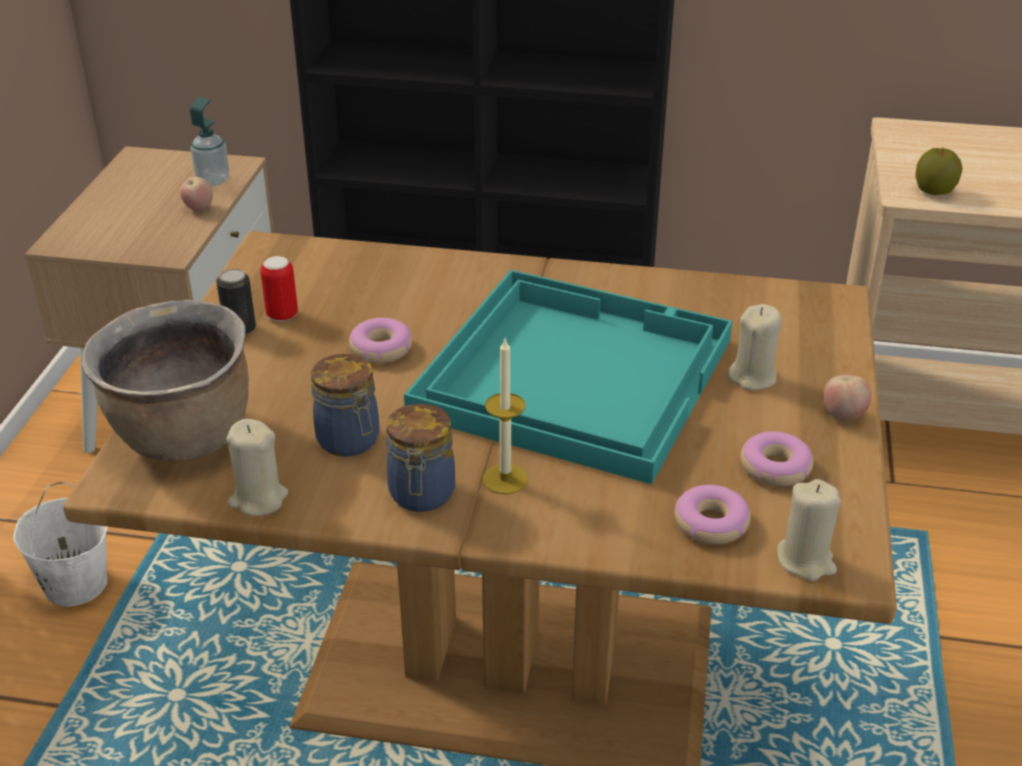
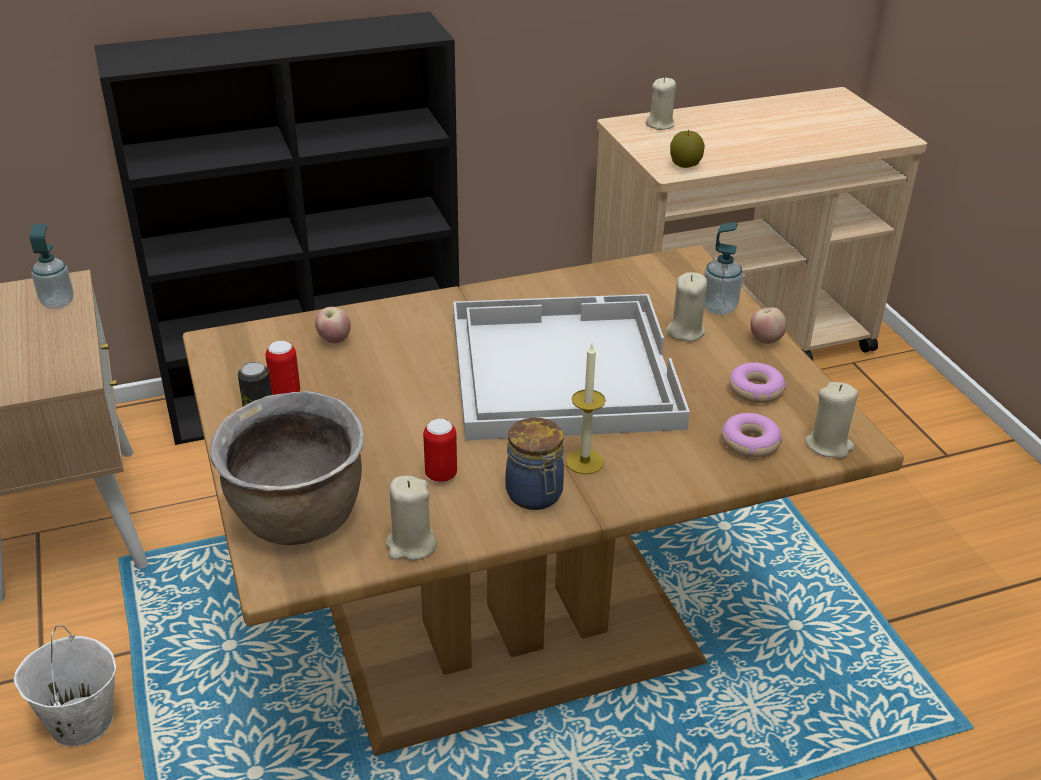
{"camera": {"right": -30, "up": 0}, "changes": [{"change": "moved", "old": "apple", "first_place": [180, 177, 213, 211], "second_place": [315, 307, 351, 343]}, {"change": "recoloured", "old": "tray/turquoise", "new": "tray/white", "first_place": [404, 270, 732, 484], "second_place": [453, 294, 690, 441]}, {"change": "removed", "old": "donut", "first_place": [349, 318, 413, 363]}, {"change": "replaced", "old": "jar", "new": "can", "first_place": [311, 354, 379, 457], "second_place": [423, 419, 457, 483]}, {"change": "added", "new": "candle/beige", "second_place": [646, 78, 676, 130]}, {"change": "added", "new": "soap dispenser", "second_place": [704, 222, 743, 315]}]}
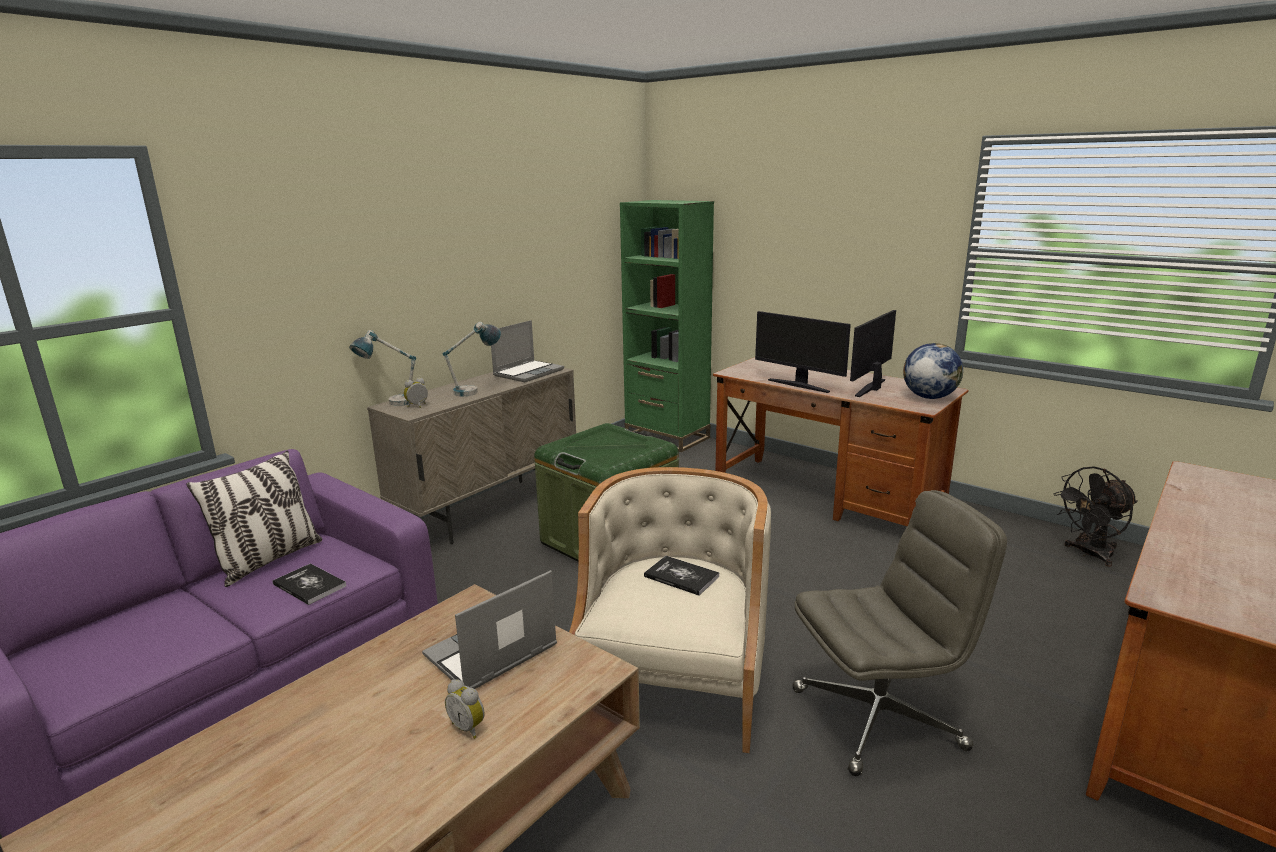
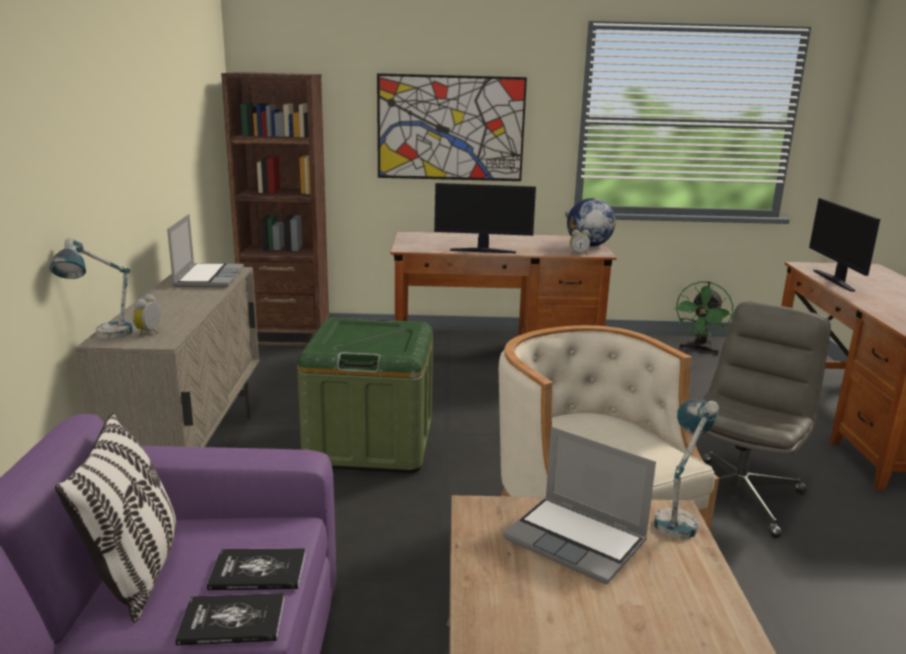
{"camera": {"right": -40, "up": 0}, "changes": [{"change": "recoloured", "old": "bookcase/green", "new": "bookcase/brown", "first_place": [620, 200, 714, 452], "second_place": [221, 72, 329, 346]}, {"change": "moved", "old": "monitor", "first_place": [850, 310, 896, 397], "second_place": [809, 198, 880, 291]}, {"change": "moved", "old": "table lamp", "first_place": [443, 322, 501, 396], "second_place": [654, 399, 719, 539]}, {"change": "recoloured", "old": "fan/black", "new": "fan/green", "first_place": [1053, 466, 1138, 567], "second_place": [674, 281, 733, 355]}, {"change": "moved", "old": "book", "first_place": [644, 556, 719, 596], "second_place": [175, 593, 284, 646]}, {"change": "turned", "old": "laptop", "first_place": [422, 570, 557, 689], "second_place": [503, 426, 656, 584], "degrees": -60}, {"change": "moved", "old": "alarm clock", "first_place": [445, 679, 485, 739], "second_place": [570, 230, 590, 255]}, {"change": "added", "new": "picture", "second_place": [377, 73, 527, 181]}]}
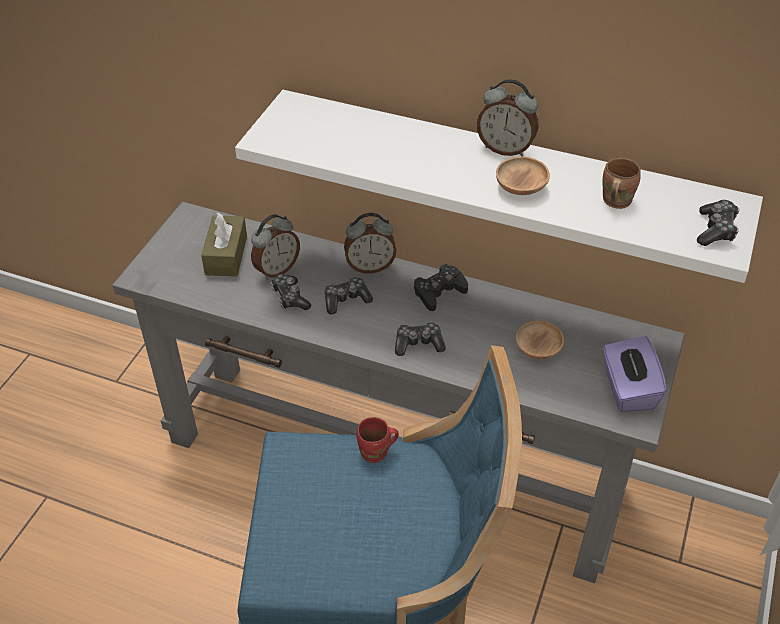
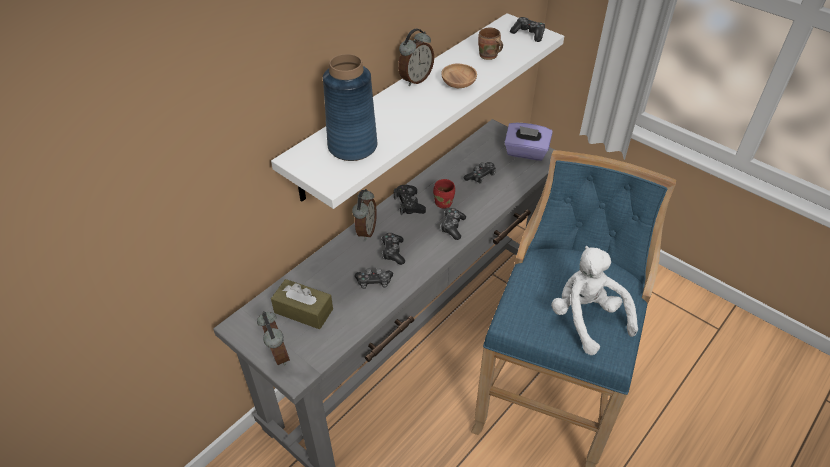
{"camera": {"right": -70, "up": 0}, "changes": [{"change": "moved", "old": "alarm clock", "first_place": [251, 214, 300, 280], "second_place": [257, 311, 290, 366]}, {"change": "replaced", "old": "bowl/brown", "new": "game controller", "first_place": [516, 321, 564, 359], "second_place": [464, 162, 496, 183]}, {"change": "moved", "old": "mug/red", "first_place": [356, 417, 399, 463], "second_place": [433, 179, 455, 209]}, {"change": "added", "new": "vase/blue", "second_place": [323, 54, 377, 161]}, {"change": "added", "new": "plush toy/white", "second_place": [551, 246, 638, 355]}]}
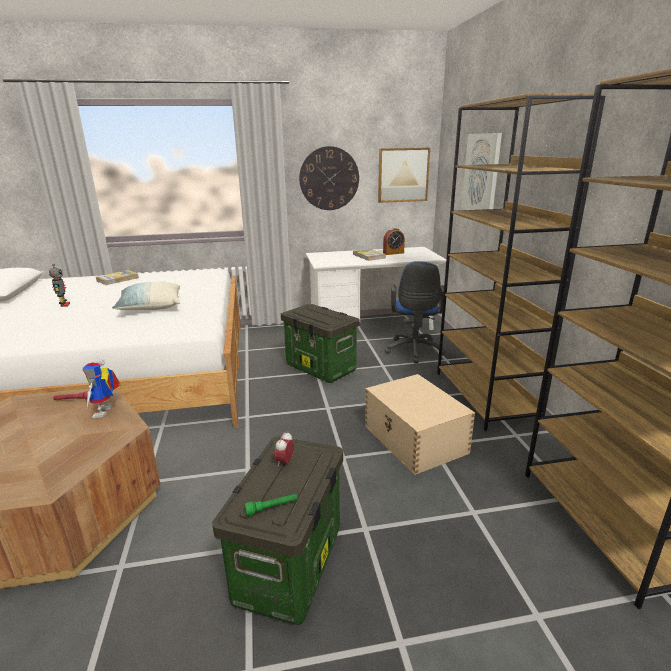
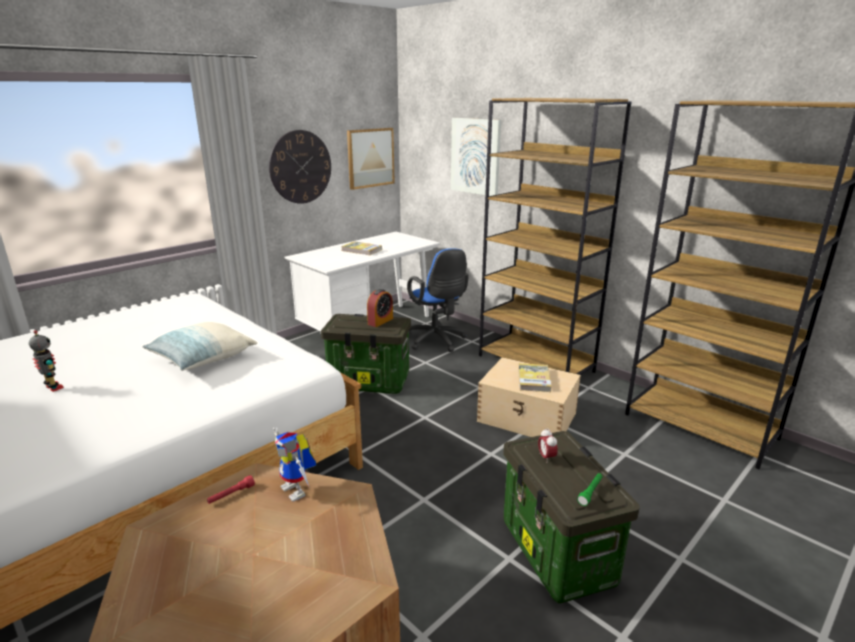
{"camera": {"right": -35, "up": 0}, "changes": [{"change": "moved", "old": "alarm clock", "first_place": [383, 228, 405, 255], "second_place": [367, 289, 393, 327]}, {"change": "moved", "old": "book", "first_place": [96, 270, 139, 285], "second_place": [518, 363, 551, 392]}]}
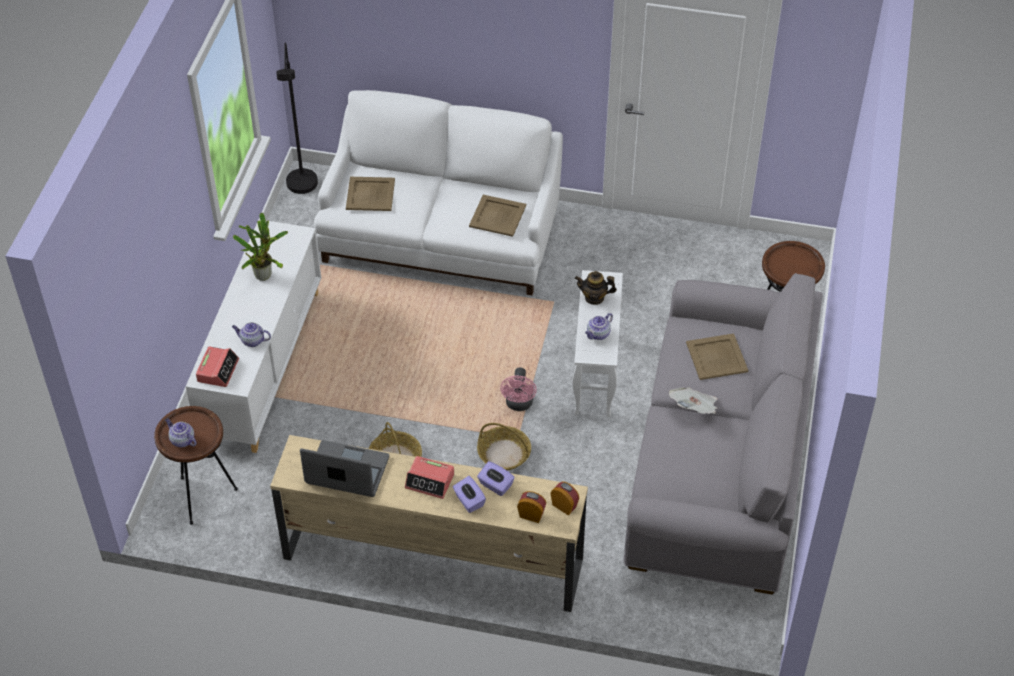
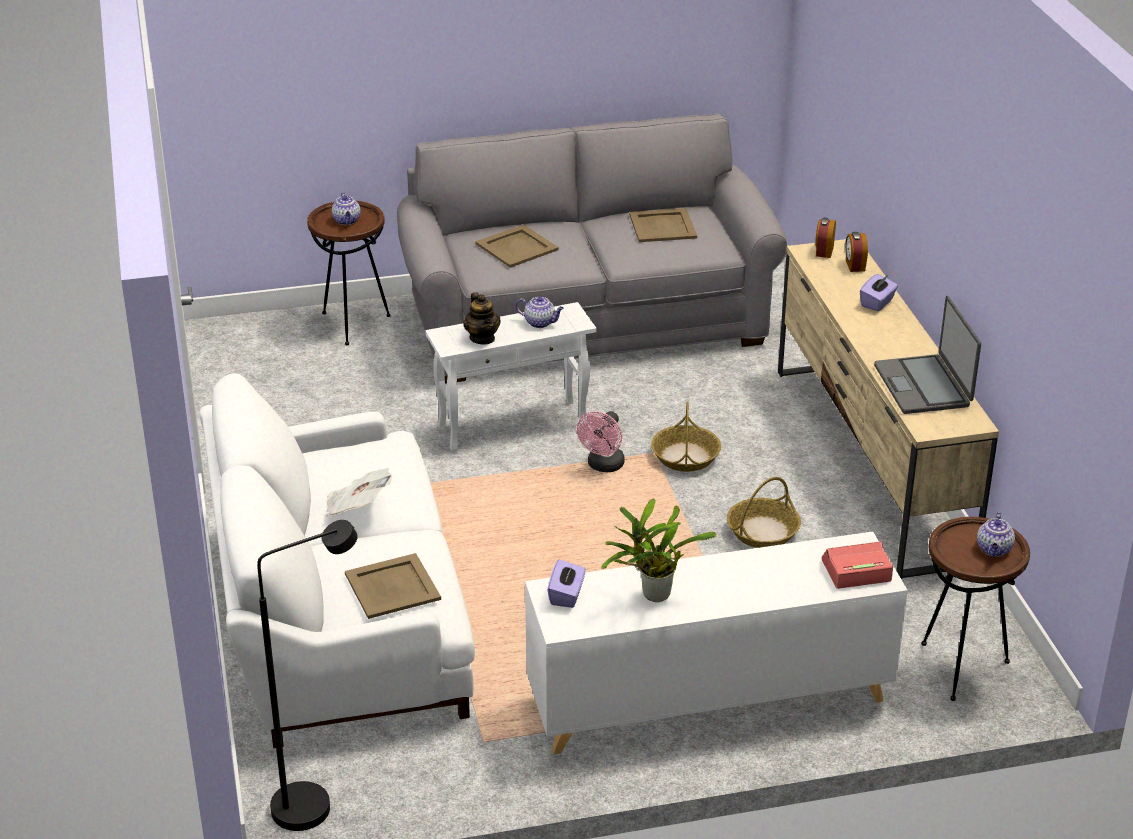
{"camera": {"right": -115, "up": -15}, "changes": [{"change": "moved", "old": "tray/beige", "first_place": [469, 195, 526, 237], "second_place": [629, 208, 697, 242]}, {"change": "moved", "old": "teapot", "first_place": [232, 322, 271, 347], "second_place": [332, 192, 361, 225]}, {"change": "turned", "old": "fan/pink", "first_place": [500, 367, 537, 411], "second_place": [577, 411, 625, 472], "degrees": 135}, {"change": "moved", "old": "newspaper", "first_place": [669, 387, 717, 414], "second_place": [325, 468, 392, 517]}, {"change": "removed", "old": "alarm clock", "first_place": [405, 456, 454, 499]}, {"change": "moved", "old": "tissue box/purple", "first_place": [477, 461, 515, 496], "second_place": [548, 559, 586, 608]}]}
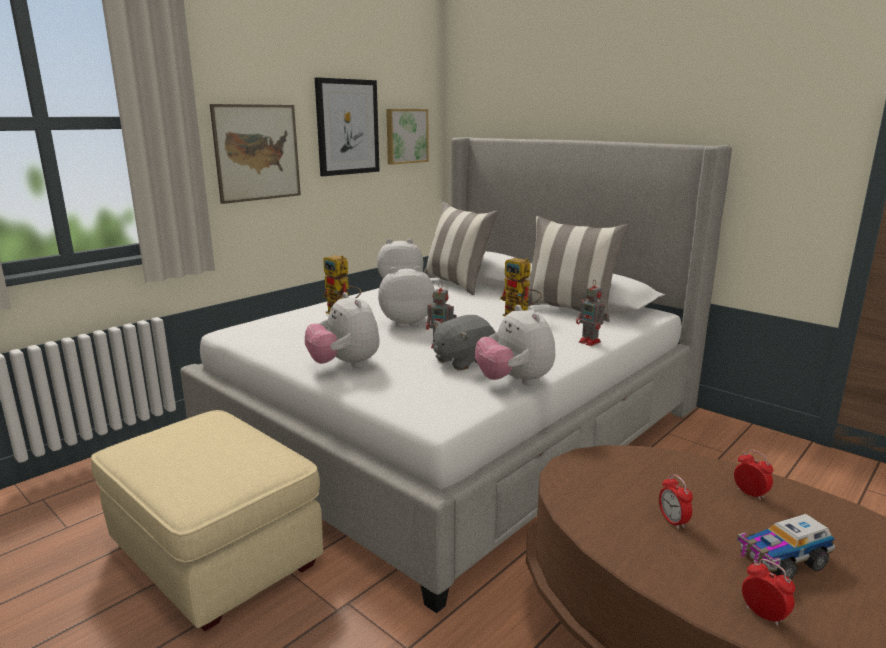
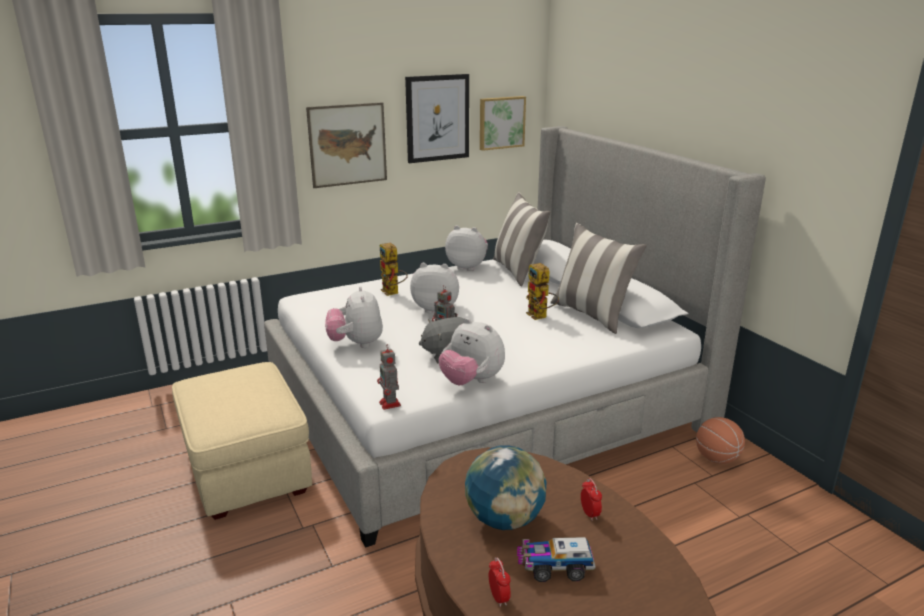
{"camera": {"right": 20, "up": 5}, "changes": [{"change": "moved", "old": "toy robot", "first_place": [576, 280, 608, 346], "second_place": [377, 344, 401, 410]}, {"change": "turned", "old": "plush toy", "first_place": [475, 305, 555, 386], "second_place": [439, 318, 505, 385], "degrees": -45}, {"change": "replaced", "old": "alarm clock", "new": "globe", "first_place": [659, 474, 693, 529], "second_place": [465, 445, 546, 530]}, {"change": "added", "new": "basketball", "second_place": [696, 417, 745, 464]}]}
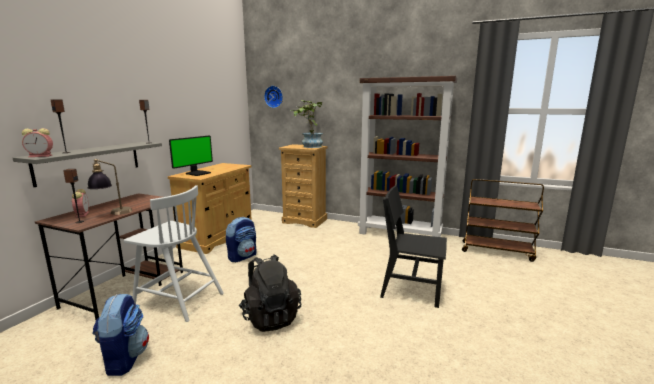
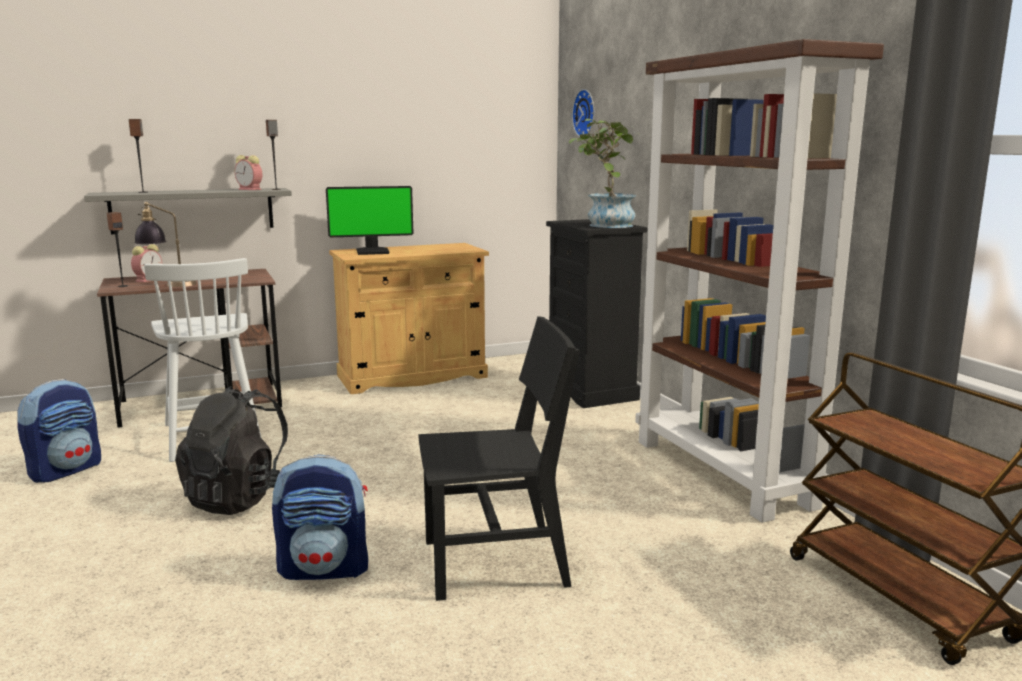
{"camera": {"right": 45, "up": 0}, "changes": [{"change": "moved", "old": "alarm clock", "first_place": [22, 128, 53, 157], "second_place": [235, 155, 262, 190]}, {"change": "recoloured", "old": "dresser/beige", "new": "dresser/black", "first_place": [279, 144, 328, 228], "second_place": [546, 219, 648, 408]}, {"change": "turned", "old": "chair/black", "first_place": [380, 185, 447, 308], "second_place": [418, 316, 580, 601], "degrees": 105}, {"change": "moved", "old": "backpack", "first_place": [226, 217, 256, 262], "second_place": [272, 454, 368, 580]}]}
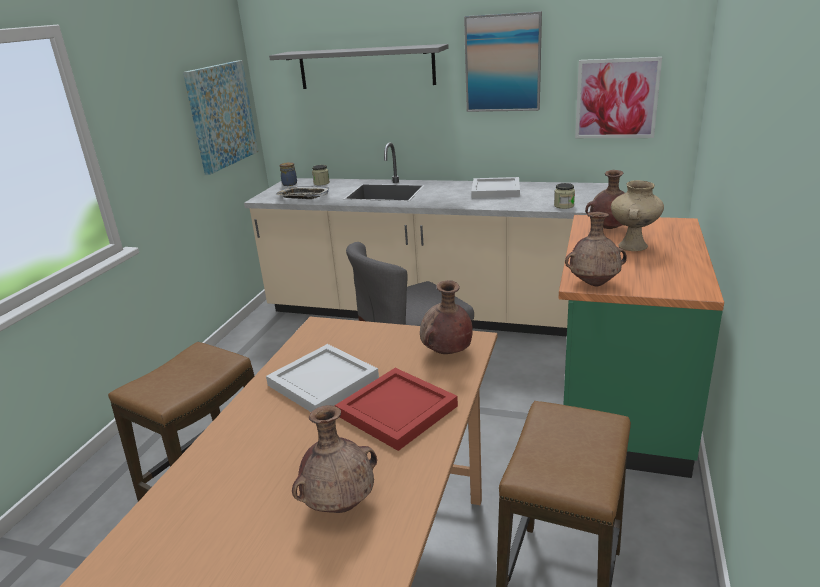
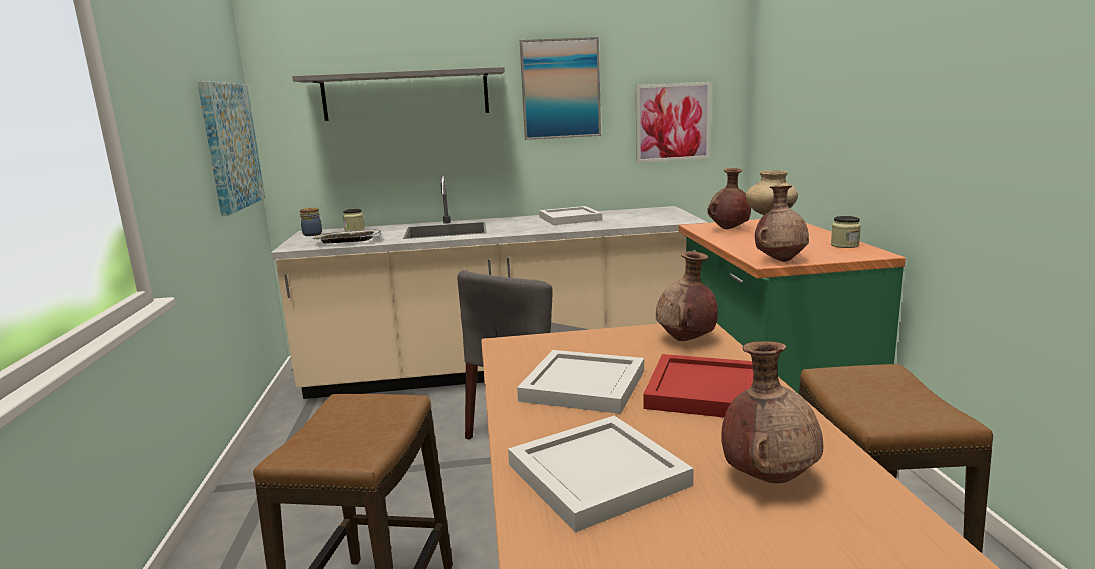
{"camera": {"right": -25, "up": -10}, "changes": [{"change": "moved", "old": "jar", "first_place": [554, 183, 575, 209], "second_place": [831, 216, 861, 248]}, {"change": "added", "new": "tray/white", "second_place": [508, 416, 693, 533]}]}
